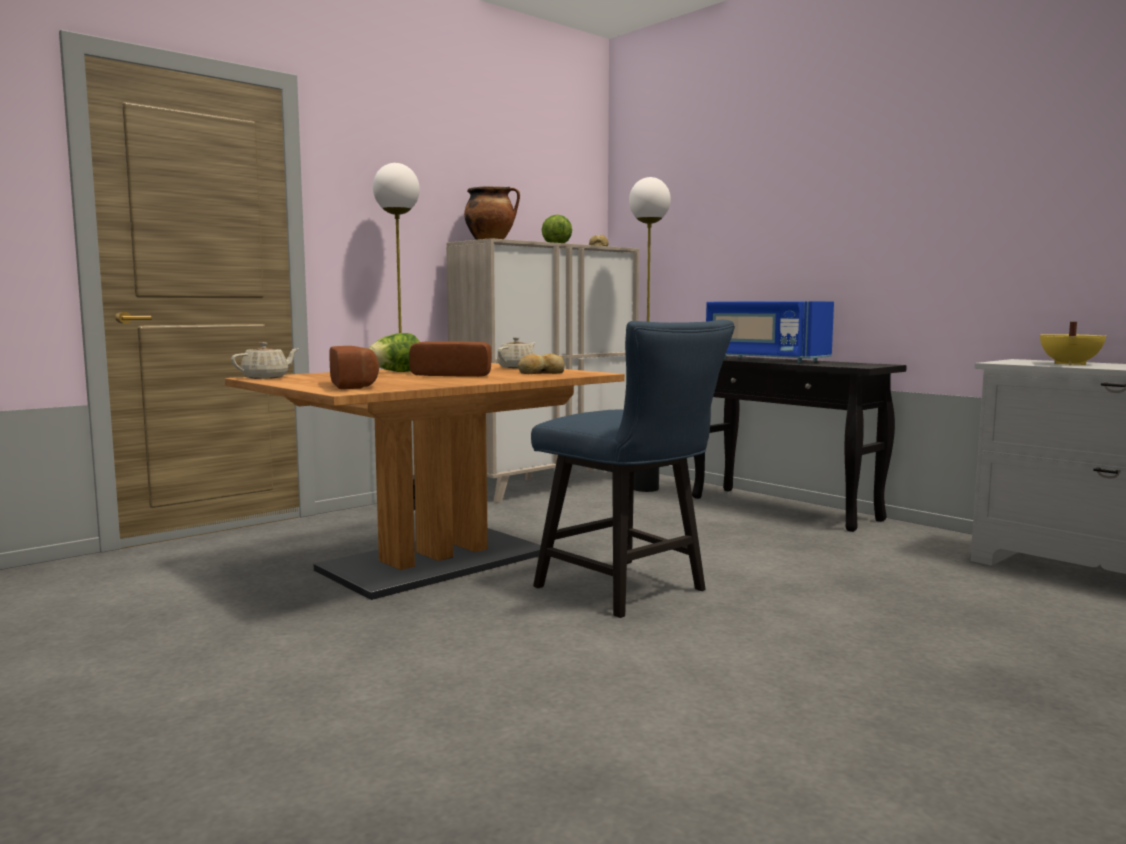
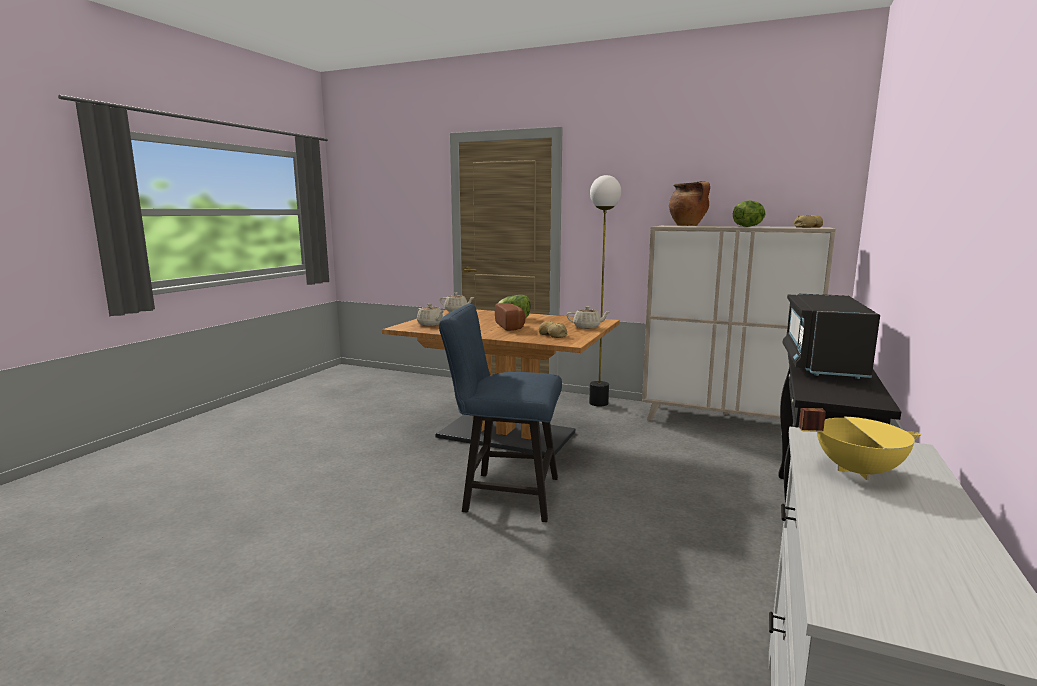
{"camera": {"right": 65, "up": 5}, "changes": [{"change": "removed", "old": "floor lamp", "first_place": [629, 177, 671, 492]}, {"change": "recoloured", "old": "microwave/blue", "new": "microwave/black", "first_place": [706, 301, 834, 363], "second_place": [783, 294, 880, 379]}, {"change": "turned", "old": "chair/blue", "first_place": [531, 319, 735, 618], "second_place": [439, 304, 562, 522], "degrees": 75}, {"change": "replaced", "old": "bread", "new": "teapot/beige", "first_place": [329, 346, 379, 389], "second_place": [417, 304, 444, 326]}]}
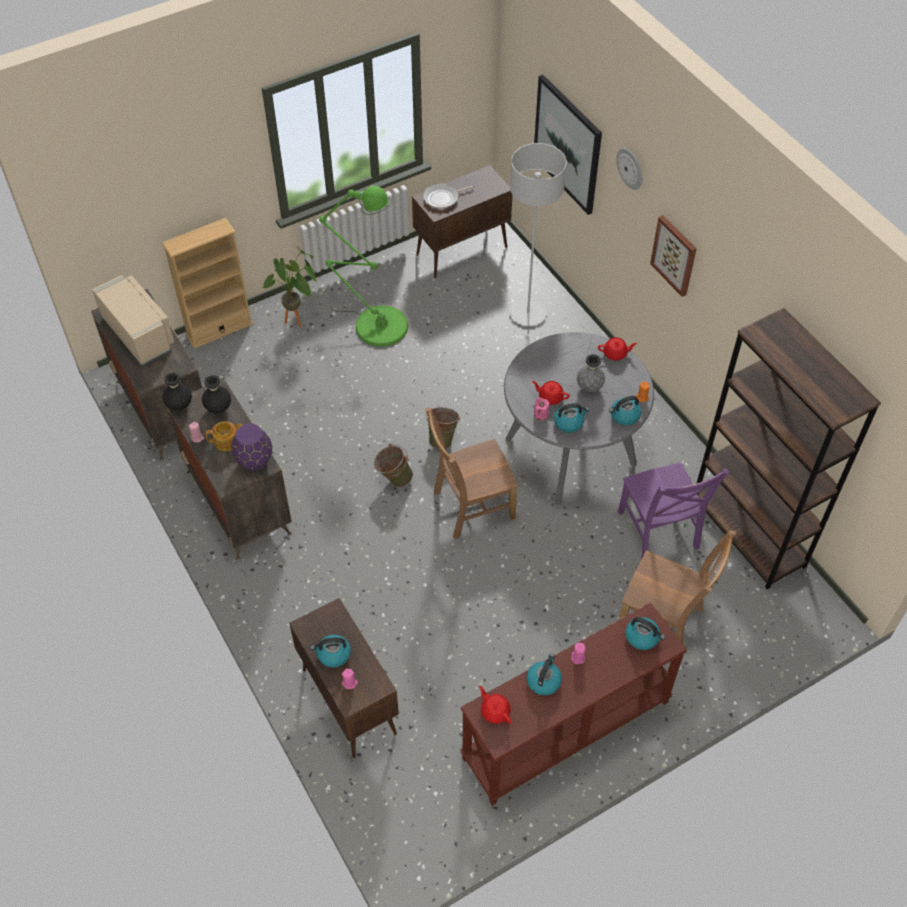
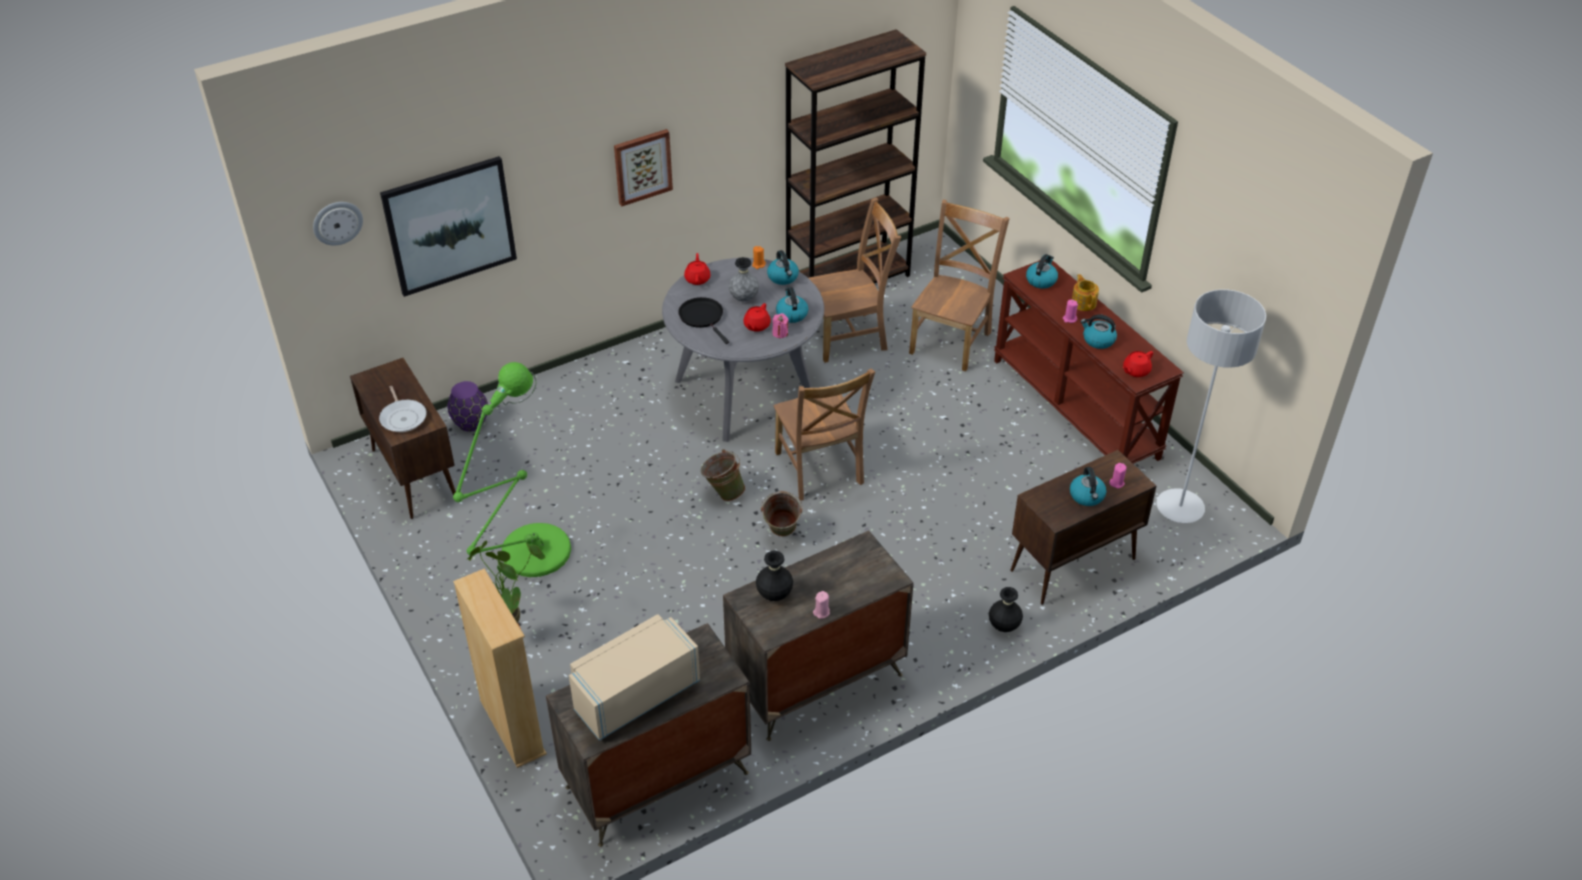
{"camera": {"right": -90, "up": -10}, "changes": [{"change": "moved", "old": "floor lamp/grey", "first_place": [510, 143, 567, 326], "second_place": [1156, 289, 1266, 523]}, {"change": "moved", "old": "wall clock", "first_place": [616, 148, 642, 190], "second_place": [313, 202, 363, 245]}, {"change": "moved", "old": "vase/black", "first_place": [162, 373, 192, 411], "second_place": [989, 587, 1023, 632]}, {"change": "moved", "old": "teapot", "first_place": [205, 421, 243, 451], "second_place": [1072, 274, 1099, 311]}, {"change": "moved", "old": "vase/purple", "first_place": [232, 424, 272, 471], "second_place": [448, 381, 488, 431]}, {"change": "recoloured", "old": "chair/purple", "new": "chair/brown", "first_place": [618, 463, 730, 559], "second_place": [809, 198, 901, 363]}, {"change": "added", "new": "frying pan/black", "second_place": [678, 297, 729, 344]}]}
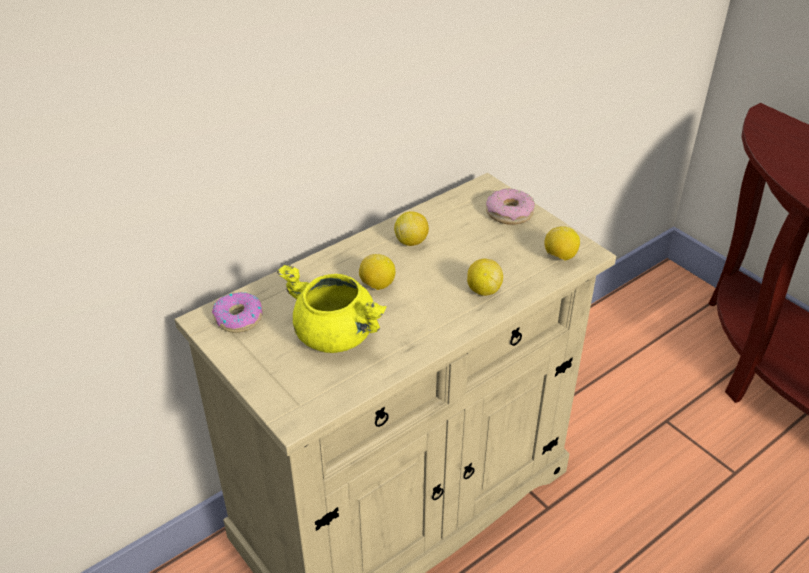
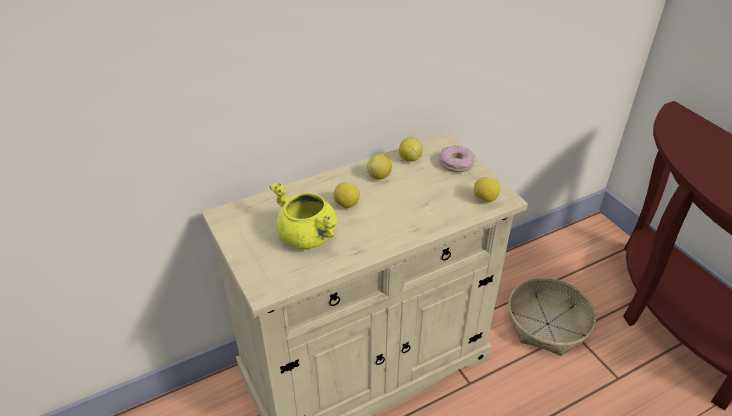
{"camera": {"right": 10, "up": 0}, "changes": [{"change": "moved", "old": "lemon", "first_place": [467, 259, 503, 296], "second_place": [399, 137, 423, 162]}, {"change": "removed", "old": "donut", "first_place": [212, 292, 263, 333]}, {"change": "added", "new": "basket", "second_place": [508, 278, 596, 356]}]}
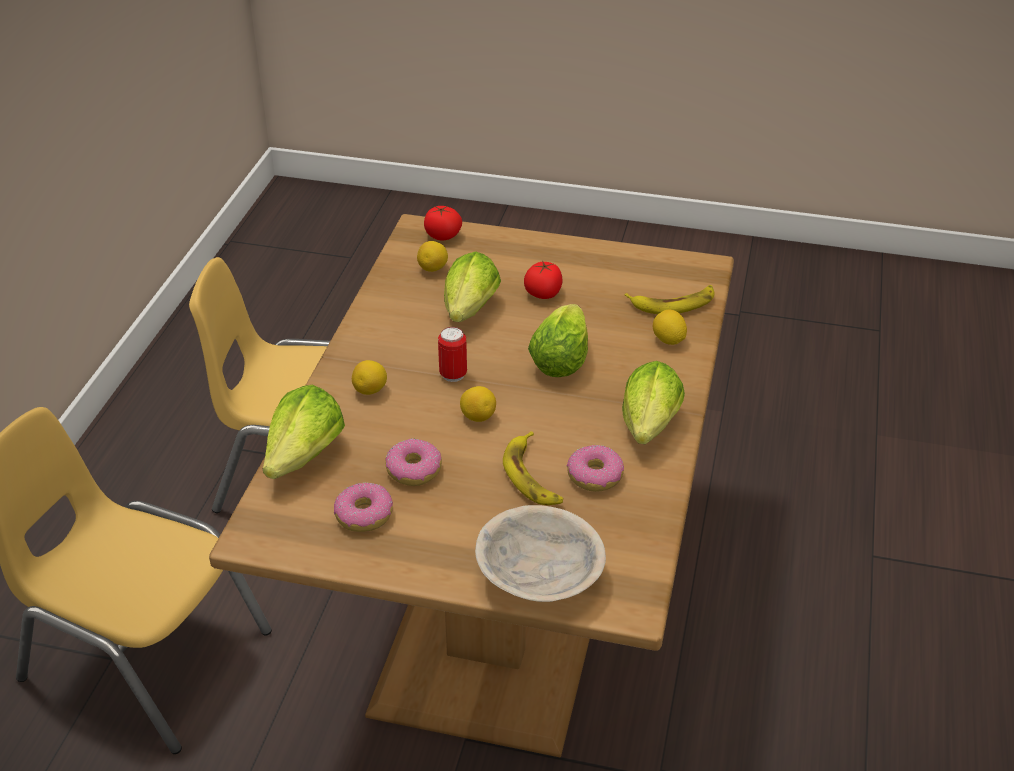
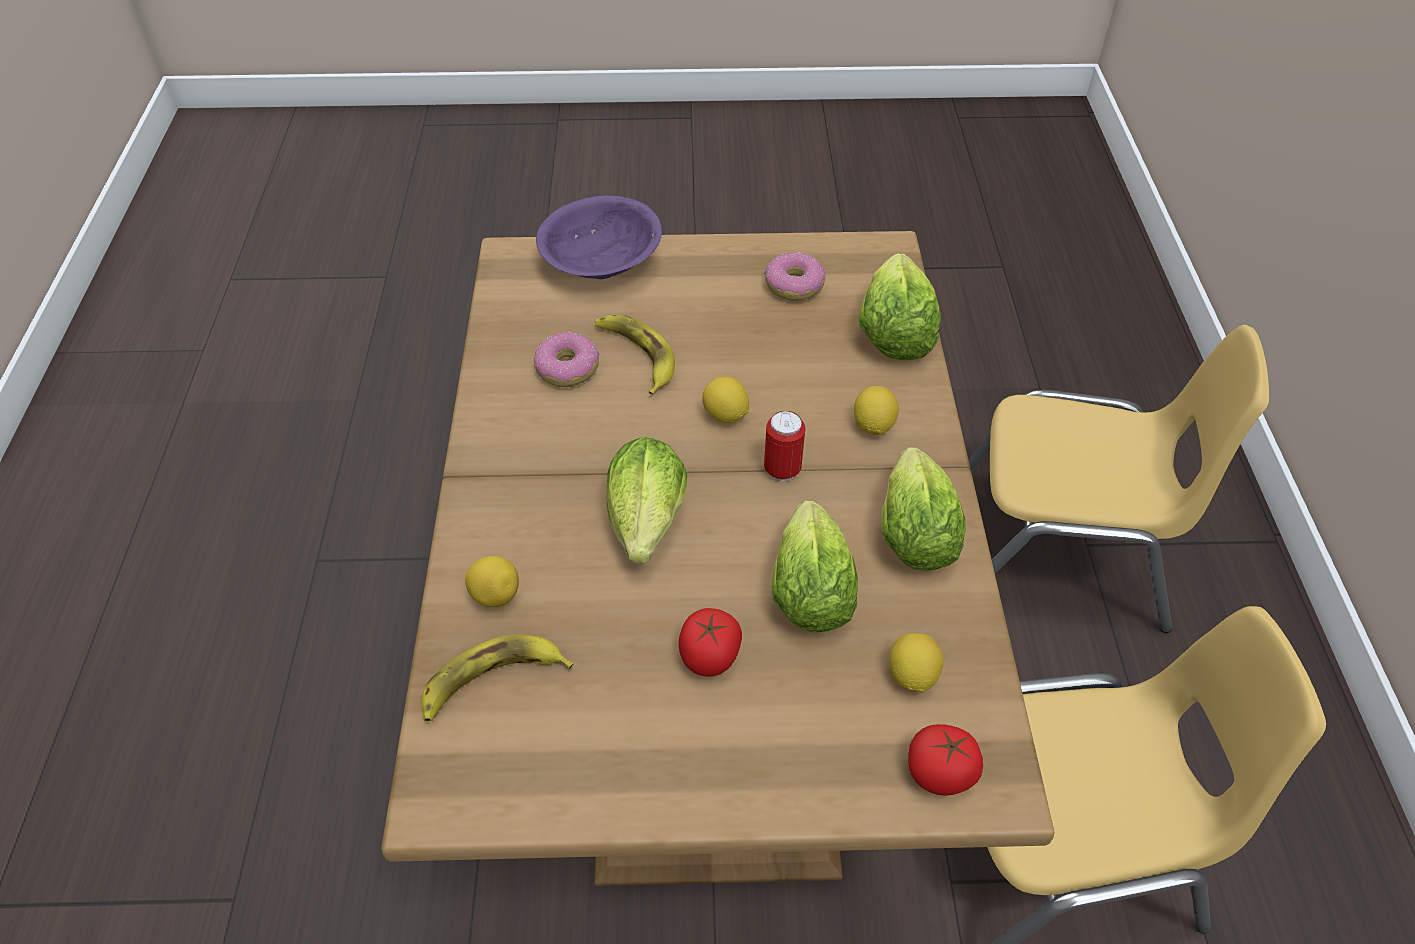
{"camera": {"right": 165, "up": 10}, "changes": [{"change": "moved", "old": "lettuce", "first_place": [622, 361, 685, 444], "second_place": [882, 447, 966, 571]}, {"change": "removed", "old": "donut", "first_place": [386, 439, 442, 486]}, {"change": "recoloured", "old": "bowl/beige", "new": "bowl/purple", "first_place": [475, 505, 606, 602], "second_place": [536, 196, 662, 279]}]}
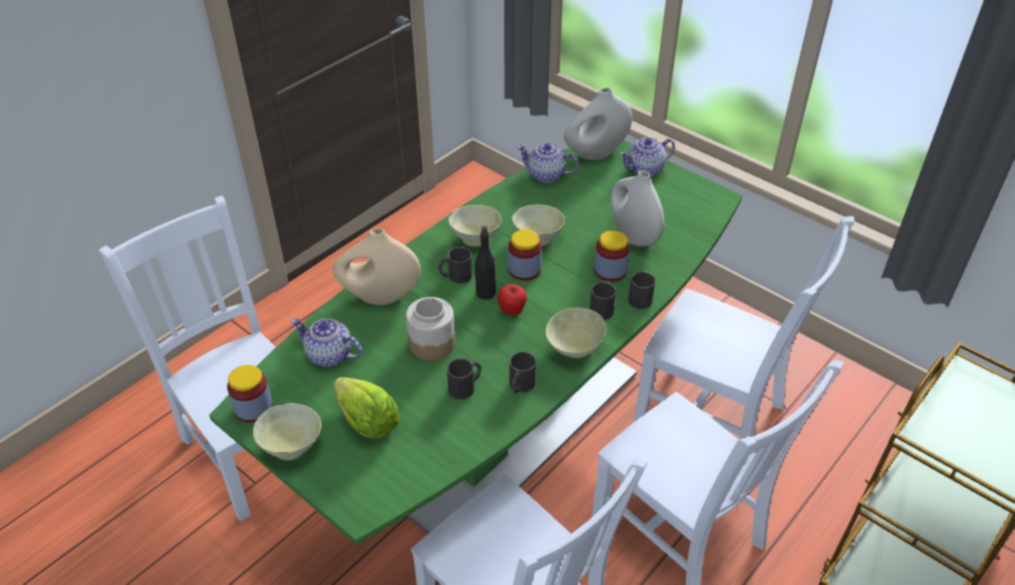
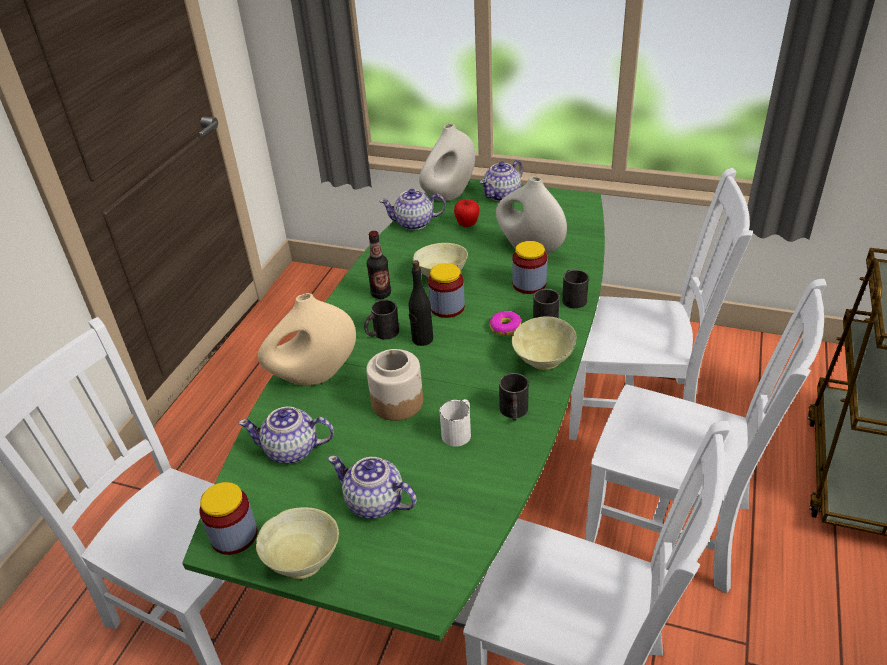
{"camera": {"right": -20, "up": -5}, "changes": [{"change": "replaced", "old": "bowl/beige", "new": "bottle", "first_place": [448, 205, 502, 247], "second_place": [367, 231, 391, 299]}, {"change": "moved", "old": "apple", "first_place": [497, 284, 527, 315], "second_place": [454, 199, 480, 227]}, {"change": "recoloured", "old": "mug/black", "new": "mug/white", "first_place": [447, 358, 481, 399], "second_place": [440, 399, 471, 447]}, {"change": "replaced", "old": "lettuce", "new": "teapot", "first_place": [333, 377, 400, 438], "second_place": [328, 455, 417, 519]}, {"change": "added", "new": "donut", "second_place": [490, 311, 521, 336]}]}
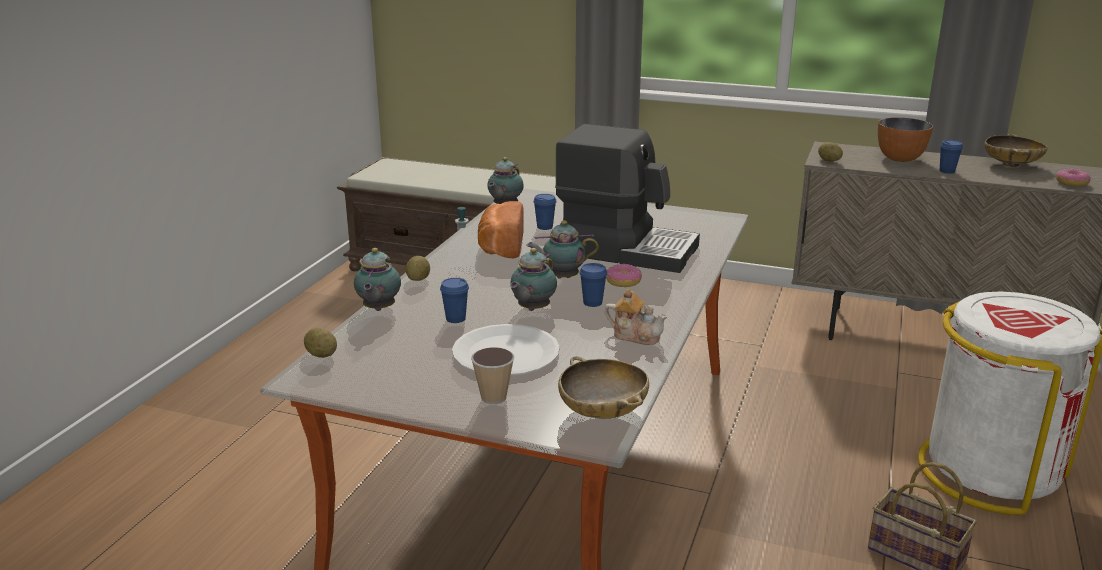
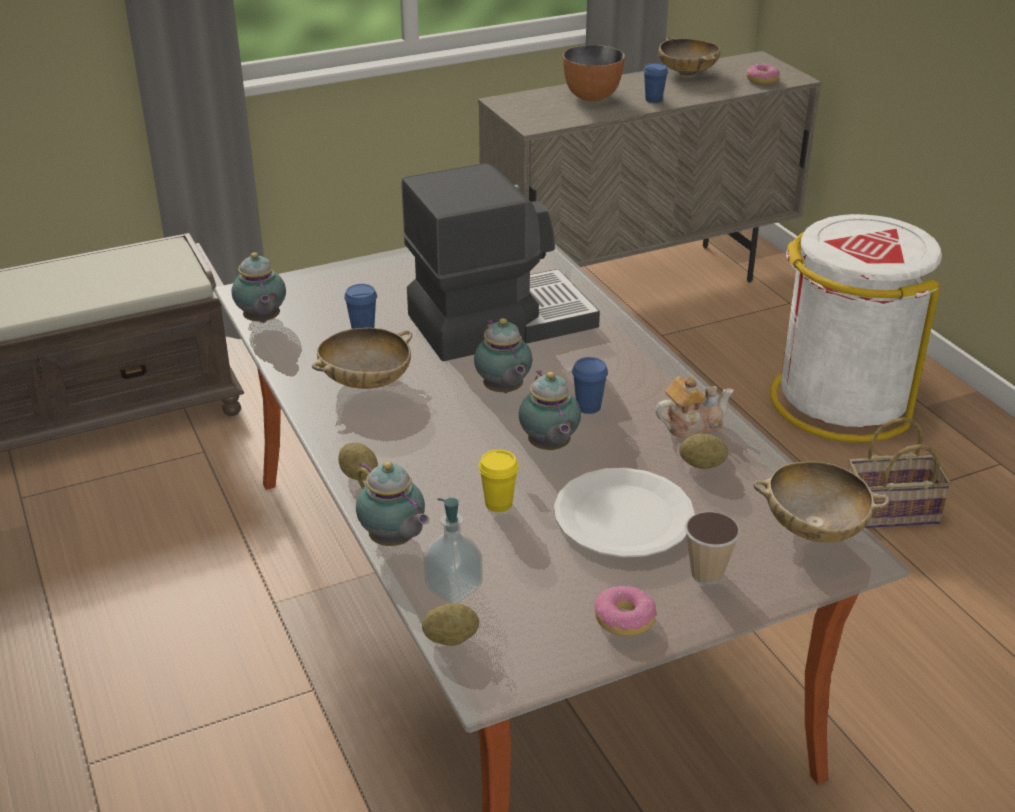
{"camera": {"right": -45, "up": 10}, "changes": [{"change": "moved", "old": "potato", "first_place": [818, 142, 843, 162], "second_place": [680, 433, 728, 469]}, {"change": "replaced", "old": "bread", "new": "bowl/beige", "first_place": [478, 201, 524, 258], "second_place": [312, 328, 412, 389]}, {"change": "moved", "old": "soap dispenser", "first_place": [448, 207, 478, 273], "second_place": [423, 498, 483, 603]}, {"change": "turned", "old": "teapot", "first_place": [526, 221, 599, 278], "second_place": [474, 318, 532, 393], "degrees": -60}, {"change": "moved", "old": "donut", "first_place": [606, 264, 642, 287], "second_place": [595, 586, 657, 636]}, {"change": "recoloured", "old": "cup/blue", "new": "cup/yellow", "first_place": [440, 278, 469, 323], "second_place": [479, 449, 519, 512]}]}
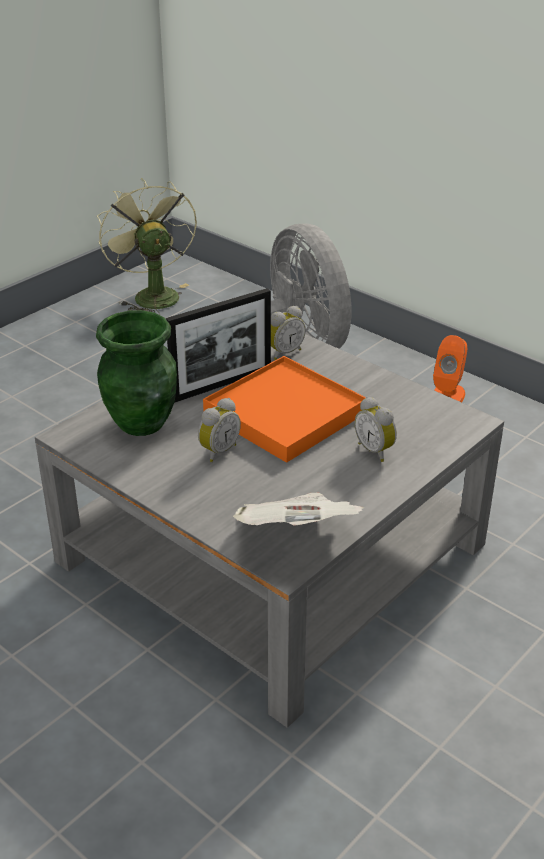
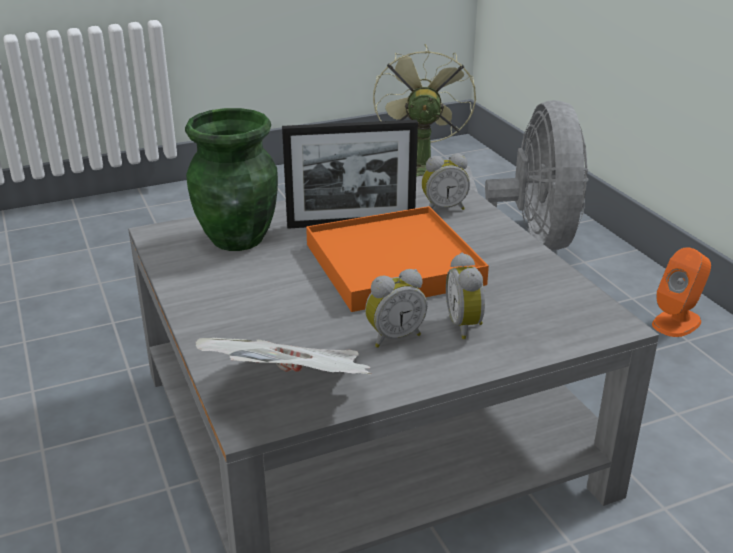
{"camera": {"right": 25, "up": -5}, "changes": [{"change": "moved", "old": "alarm clock", "first_place": [198, 398, 241, 462], "second_place": [365, 269, 427, 348]}]}
